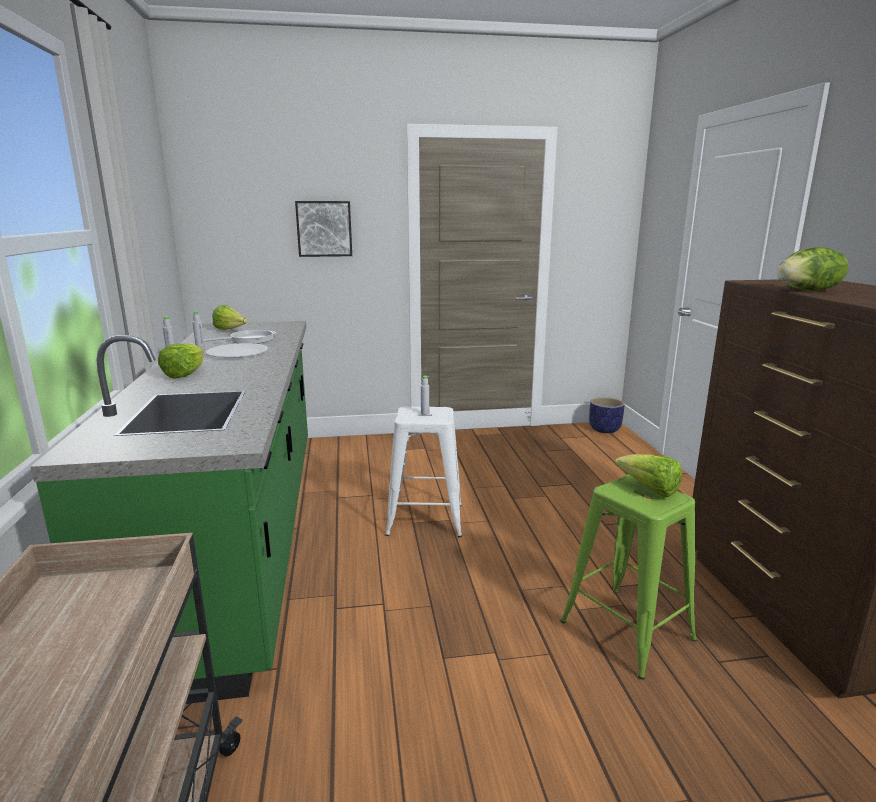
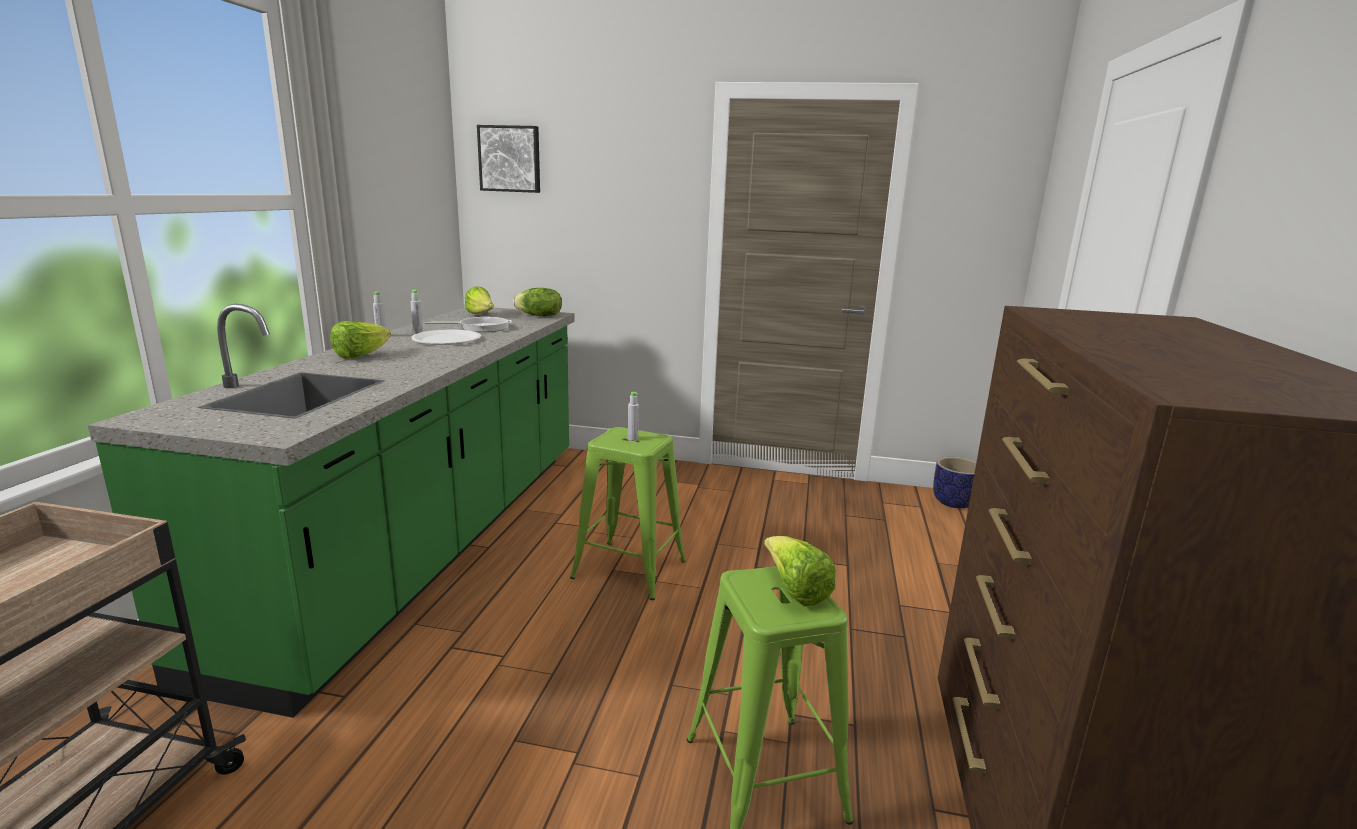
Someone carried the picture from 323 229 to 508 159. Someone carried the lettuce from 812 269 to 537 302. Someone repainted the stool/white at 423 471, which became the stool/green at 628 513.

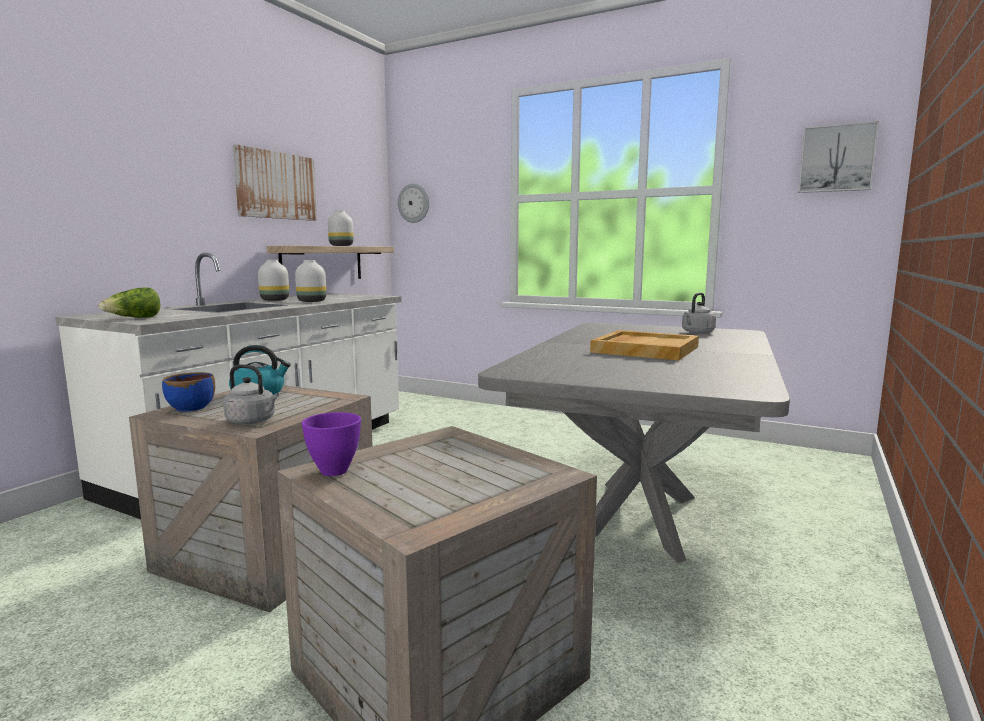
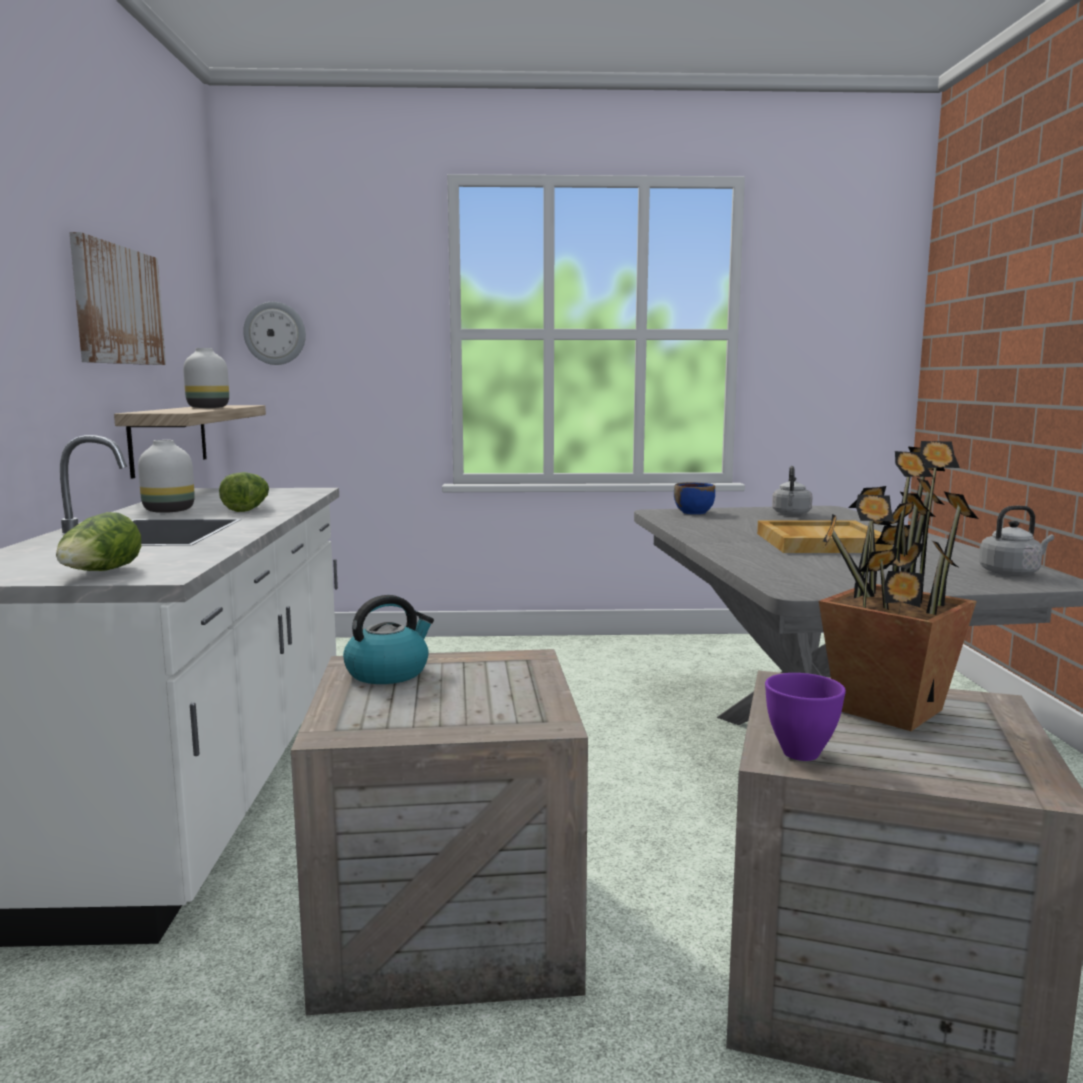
Someone swapped the vase/white at 310 281 for the lettuce at 244 492. Someone carried the bowl/blue from 188 392 to 694 498. Someone put down the potted plant at 898 586. Someone carried the kettle/grey from 251 394 to 1016 541. Someone took away the picture at 838 157.

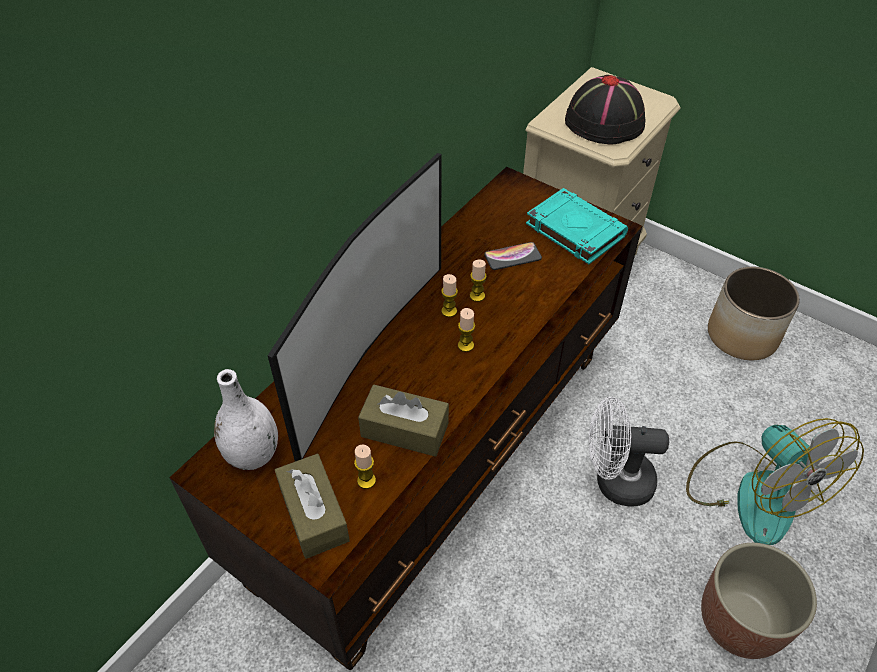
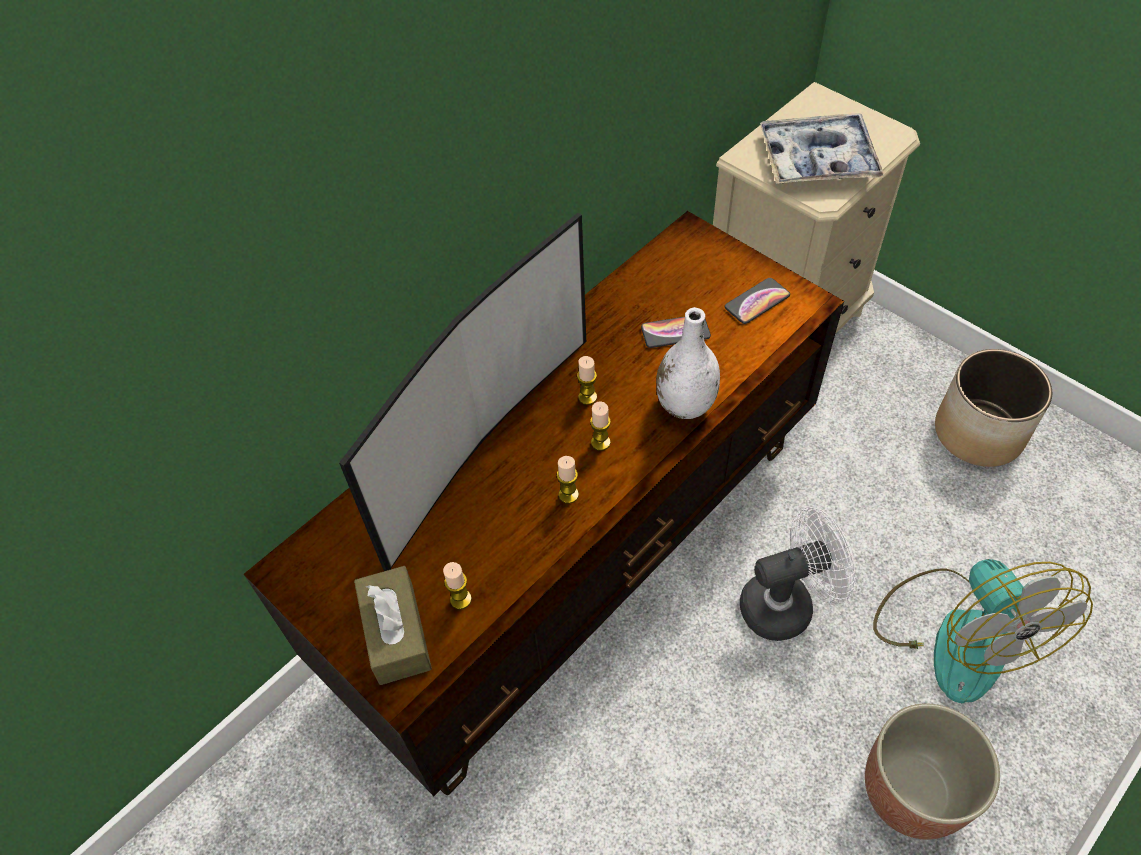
Someone carried the candle from 478 281 to 568 480. Someone carried the vase/white from 246 419 to 688 363. Someone swapped the book/turquoise at 577 226 for the phone at 757 301. Someone rotated the fan/white at 629 451 by 150 degrees clockwise. Someone swapped the hat/black at 605 109 for the tray at 822 148. Someone took away the tissue box/brown at 403 421.

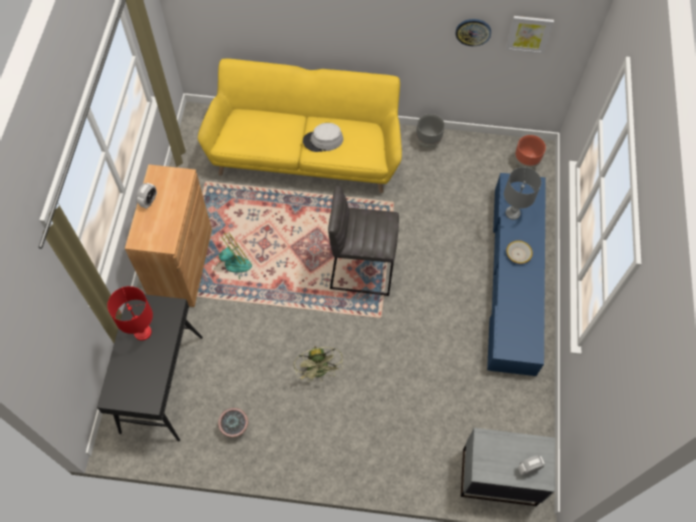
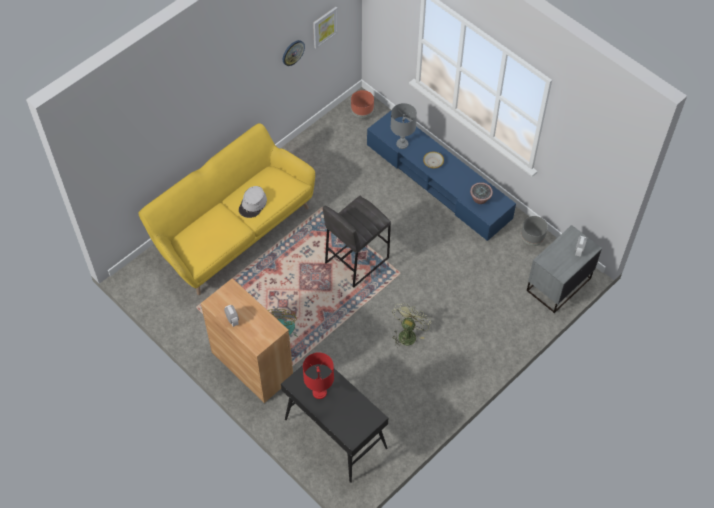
Someone rotated the fan/green at 318 364 by 90 degrees counterclockwise. Someone carried the potted plant from 233 422 to 481 193. Someone carried the planter/grey from 430 131 to 534 231.

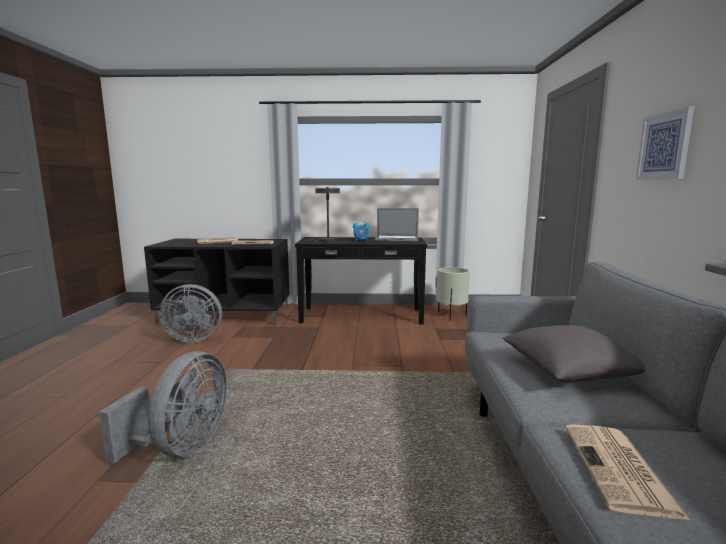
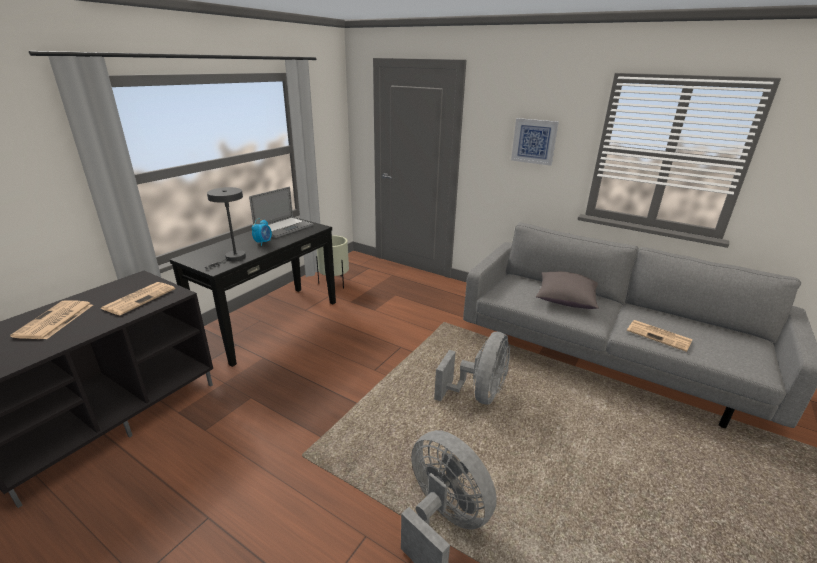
Someone carried the fan/grey from 190 313 to 472 368.

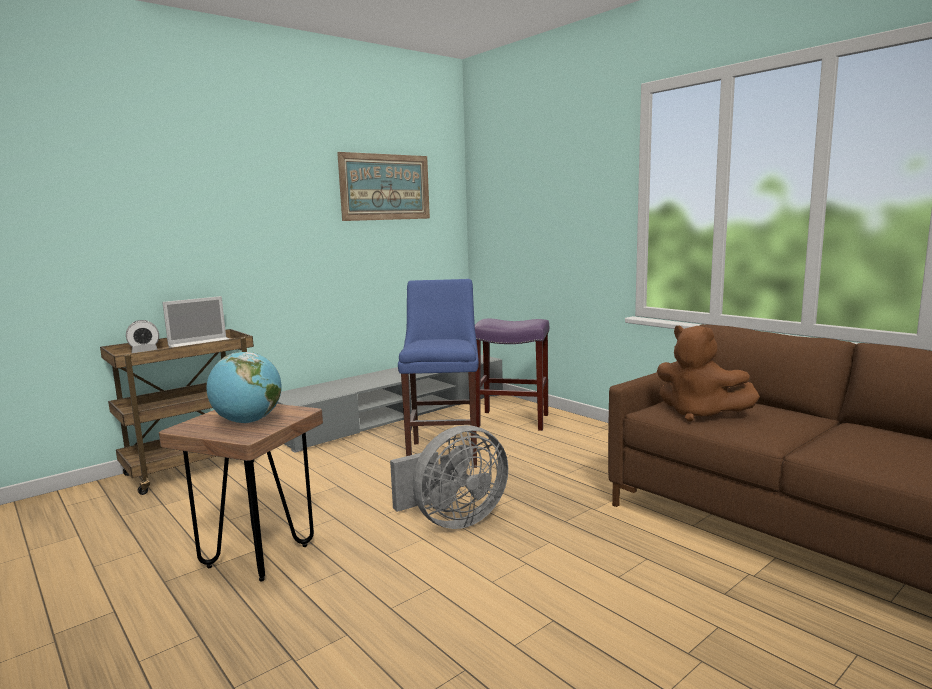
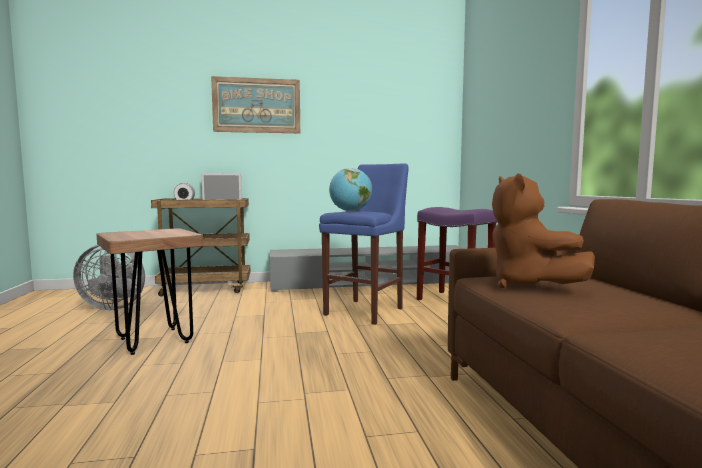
Someone carried the fan/grey from 449 477 to 109 277. Someone carried the picture from 383 186 to 255 104. Someone carried the globe from 244 387 to 350 190.

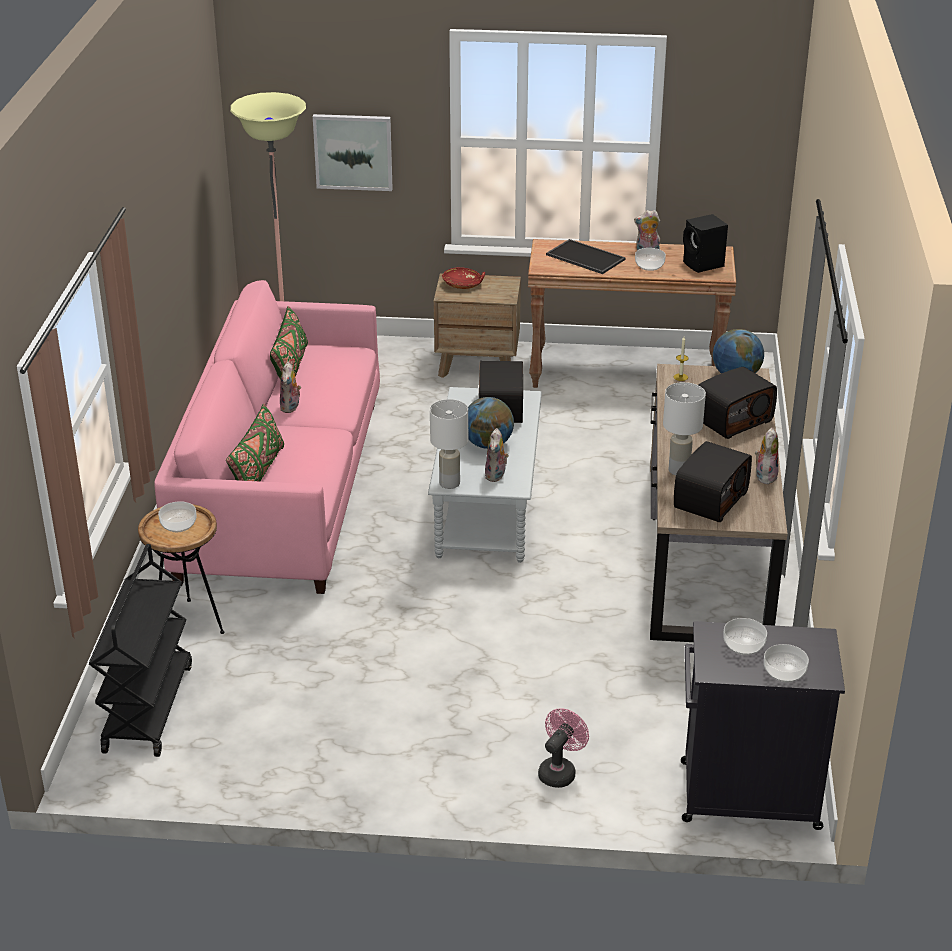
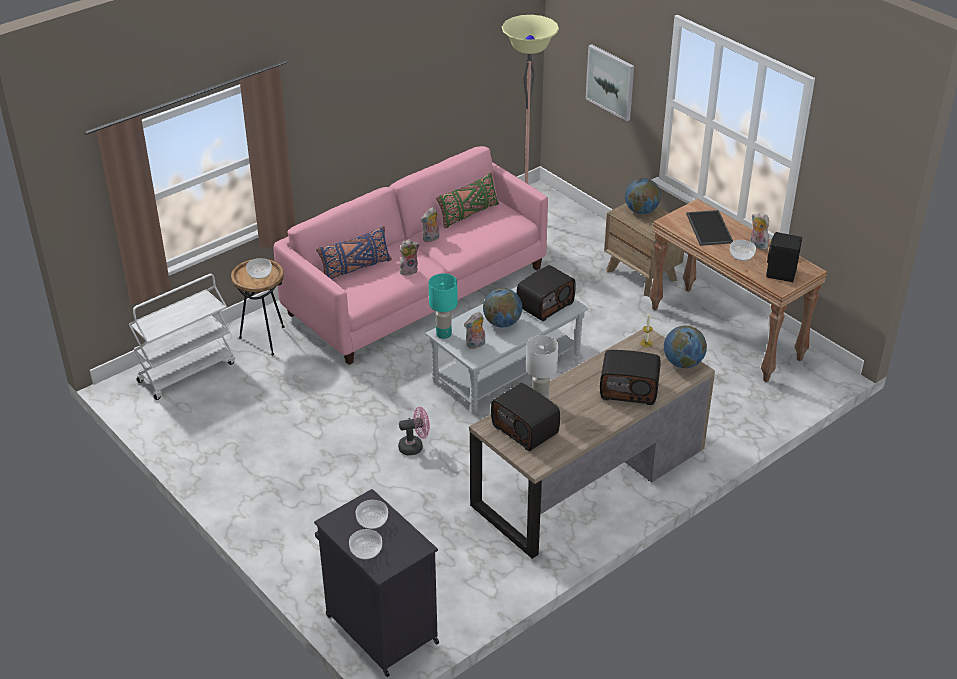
Someone repainted the cart/black at 140 650, which became the cart/white at 181 337. Someone repainted the pillow/green at 255 442, which became the pillow/blue at 354 252. Someone carried the fan/pink from 563 748 to 414 431. Someone carried the plush toy from 767 456 to 409 257. Someone repainted the table lamp/white at 449 444, which became the table lamp/turquoise at 443 306. Someone rotated the radio at 713 481 by 60 degrees clockwise. Someone swapped the bowl/red at 463 278 for the globe at 643 196.

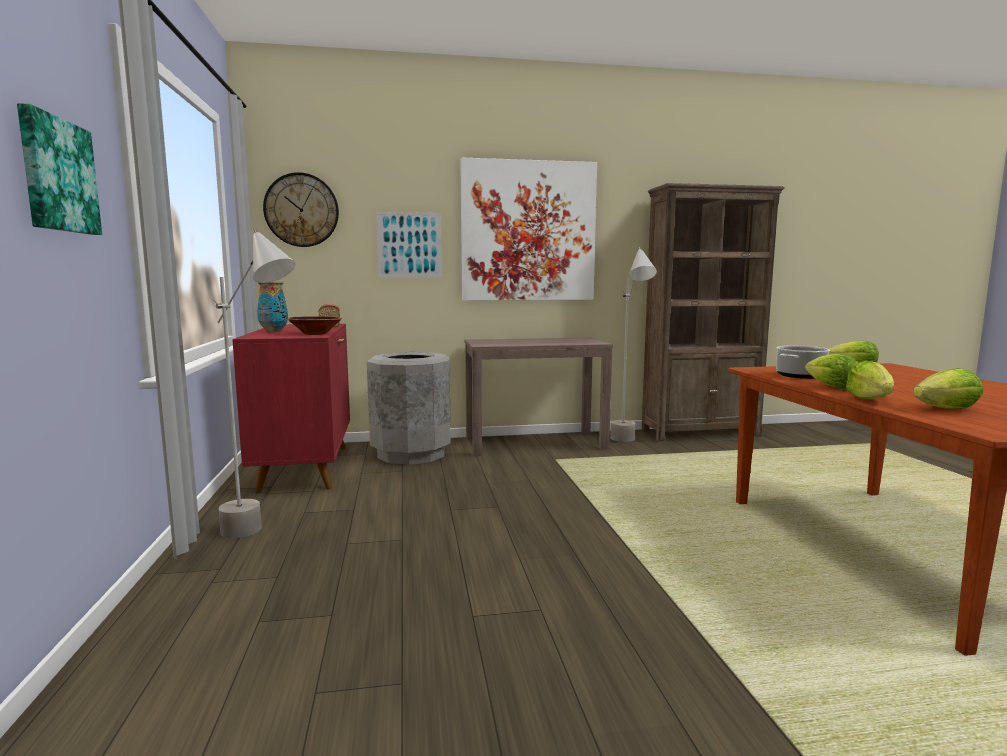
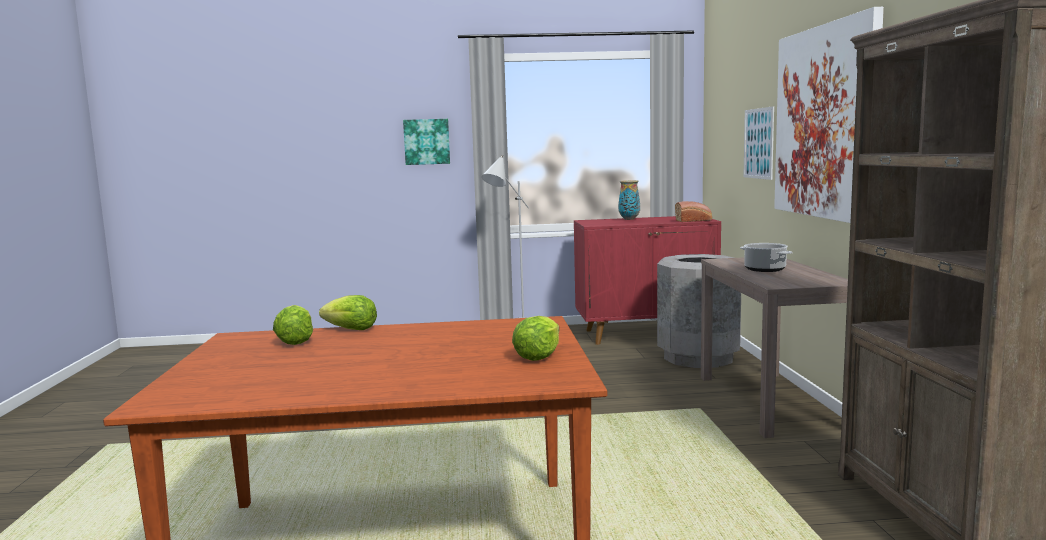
Someone carried the cooking pot from 803 362 to 766 257. Someone took away the wall clock at 301 209. Someone took away the bowl/brown at 314 325. Someone took away the floor lamp/grey at 633 344. Someone took away the lettuce at 831 371.

